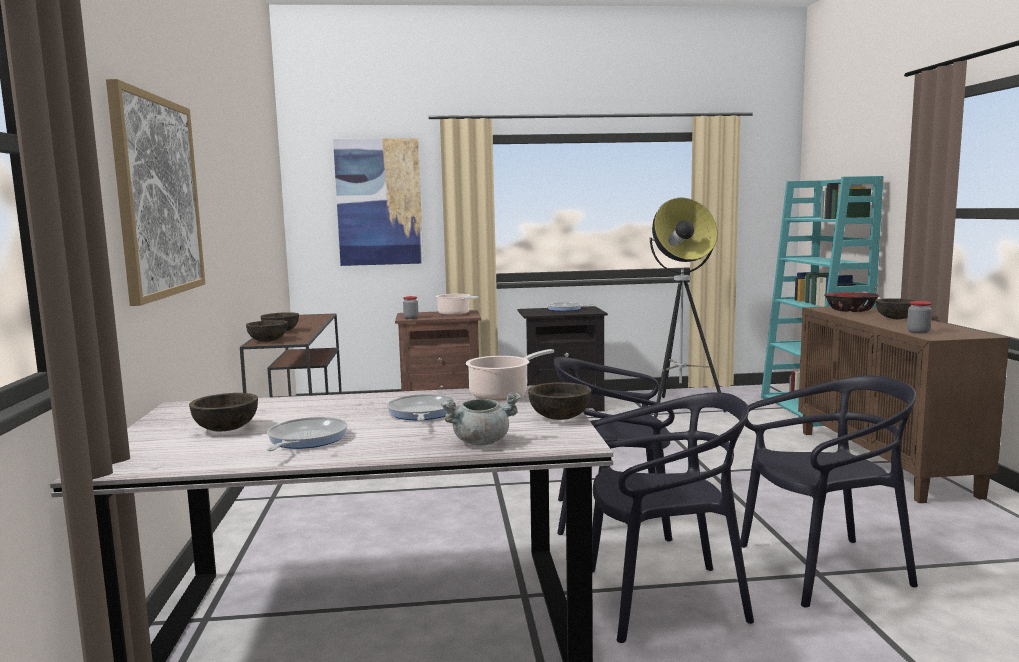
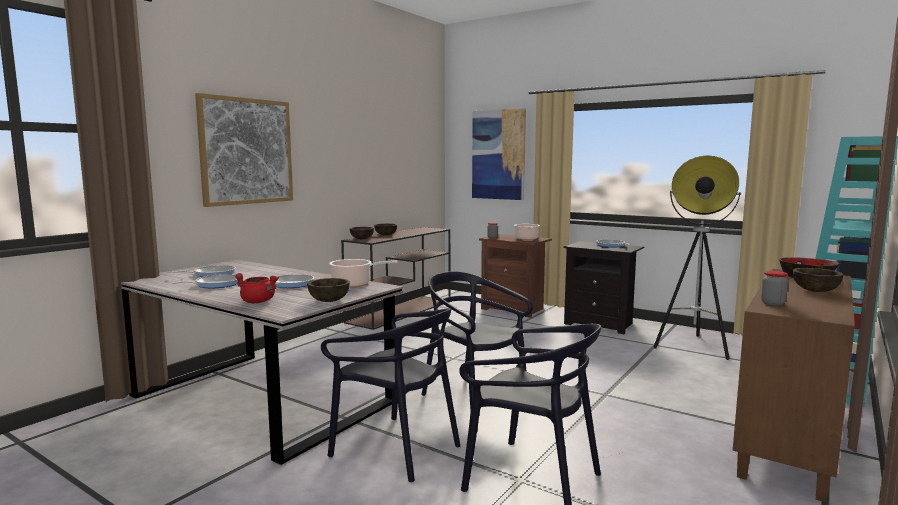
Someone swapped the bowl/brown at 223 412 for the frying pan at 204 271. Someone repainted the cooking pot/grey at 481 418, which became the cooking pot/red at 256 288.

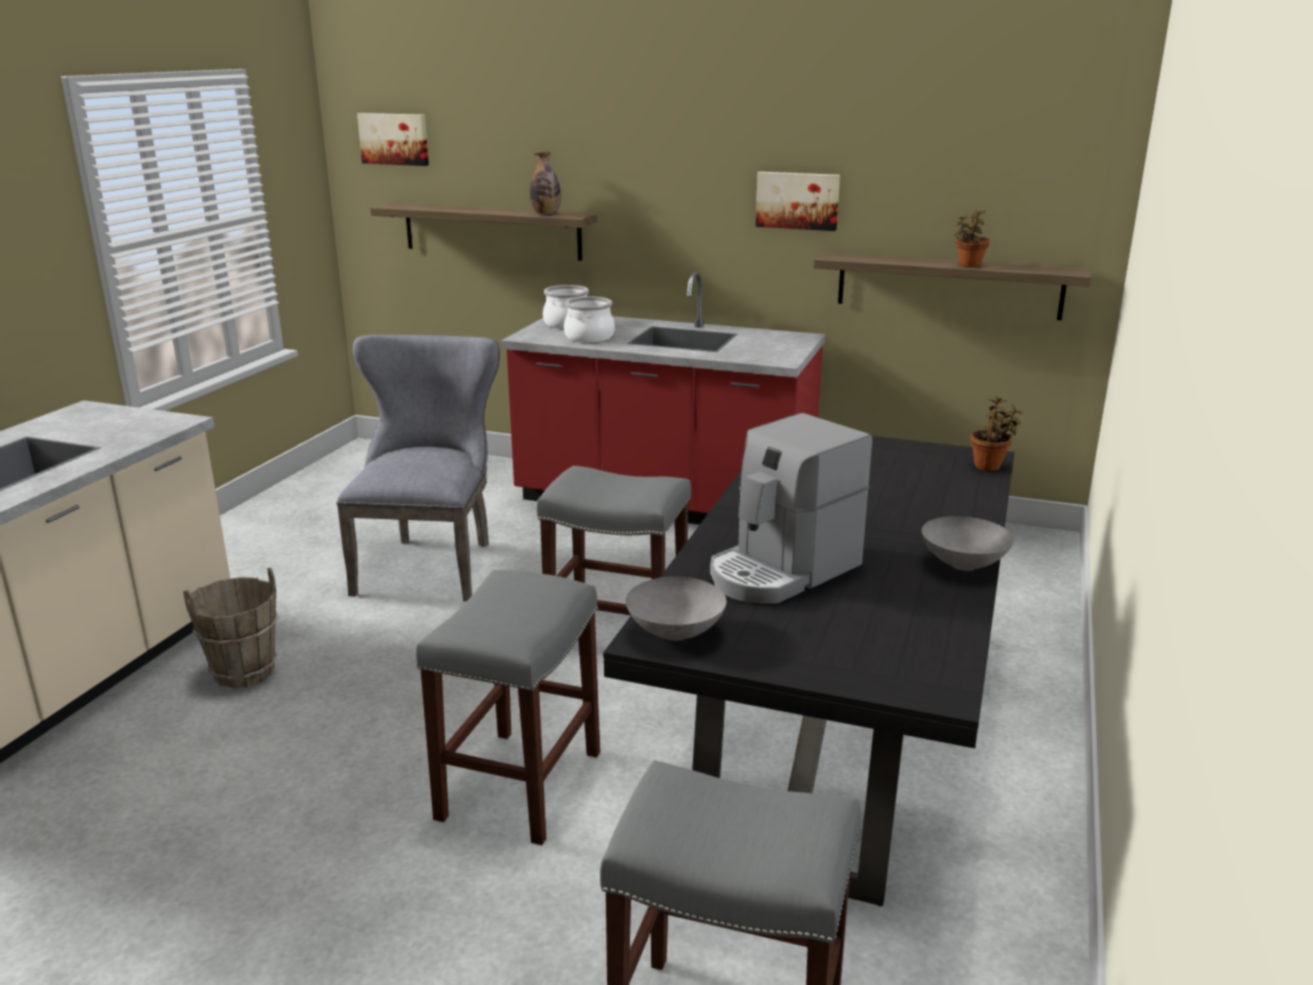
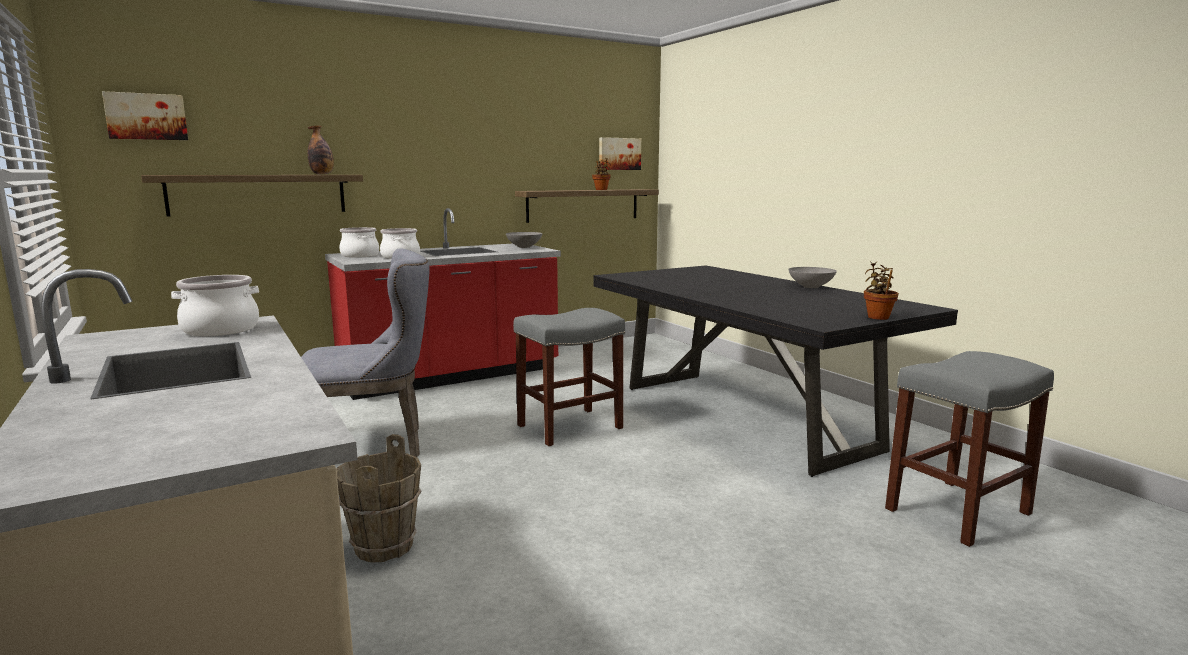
Someone put down the cooking pot at 215 305. Someone rotated the chair/grey at 418 468 by 120 degrees clockwise. Someone carried the bowl/grey from 676 609 to 524 240. Someone carried the picture from 798 201 to 620 153. Someone carried the potted plant from 996 433 to 881 291. Someone took away the stool/grey at 508 707. Someone took away the coffee machine at 791 508.

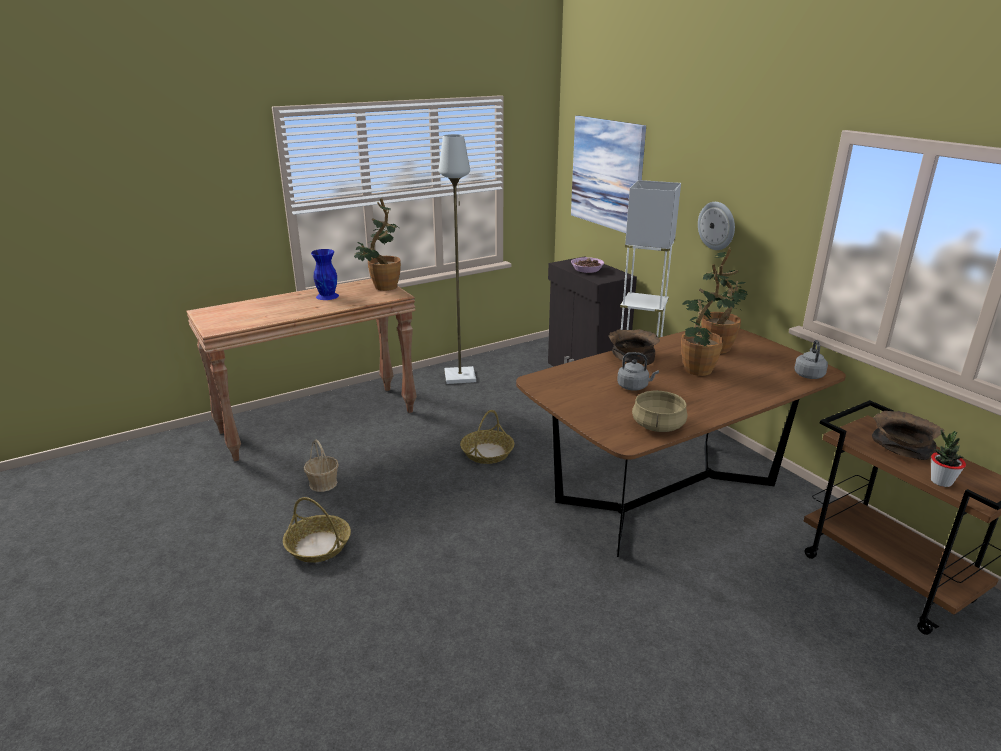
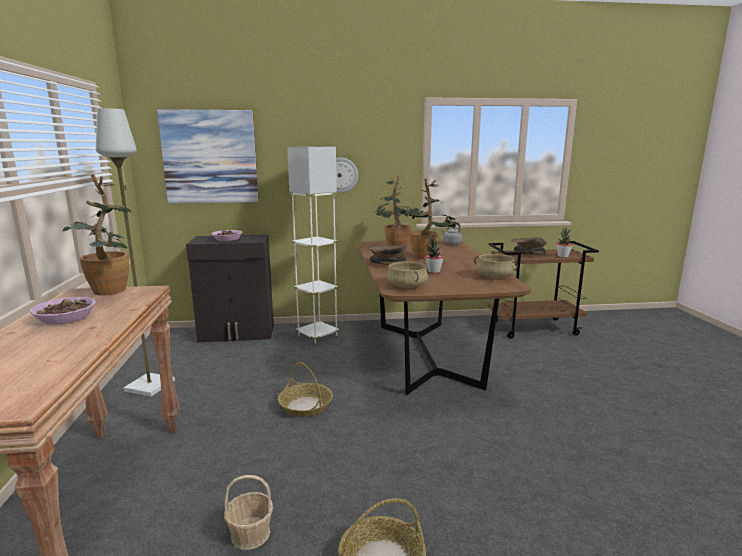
Someone swapped the vase/blue at 325 274 for the bowl at 63 311. Someone put down the cooking pot/beige at 407 274. Someone swapped the kettle/grey at 638 371 for the potted plant at 434 254.

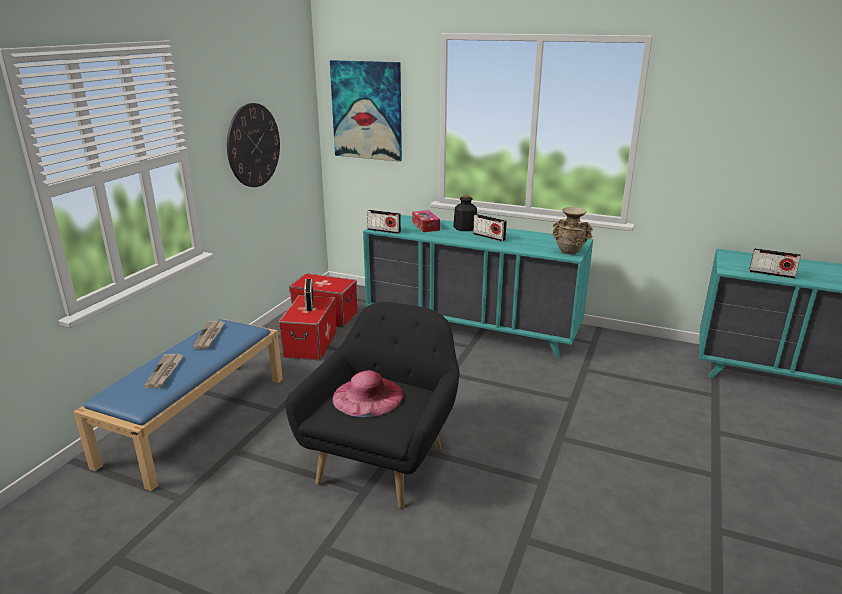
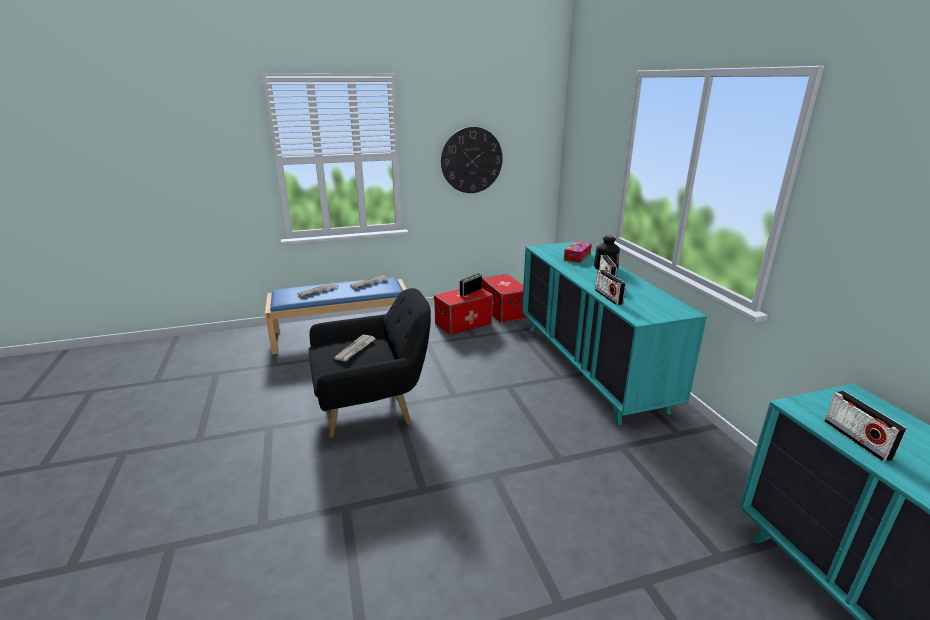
Someone swapped the hat/pink at 368 394 for the newspaper at 355 348. Someone carried the radio from 384 222 to 610 287. Someone took away the picture at 366 111. Someone took away the vase/beige at 572 230.

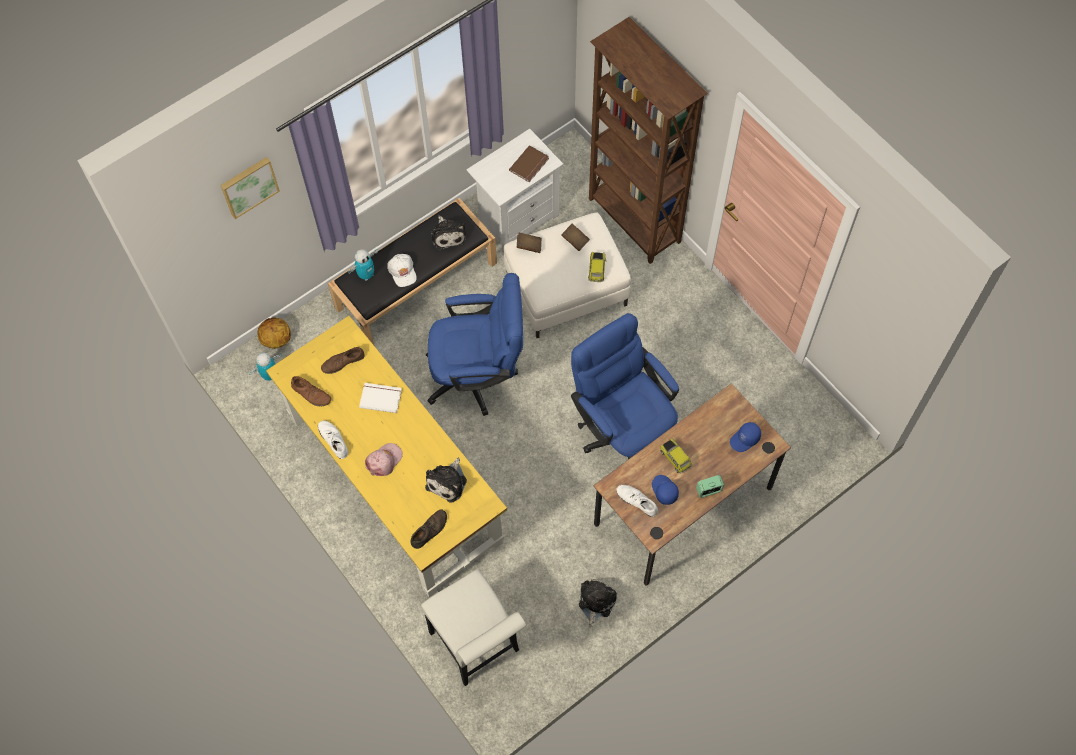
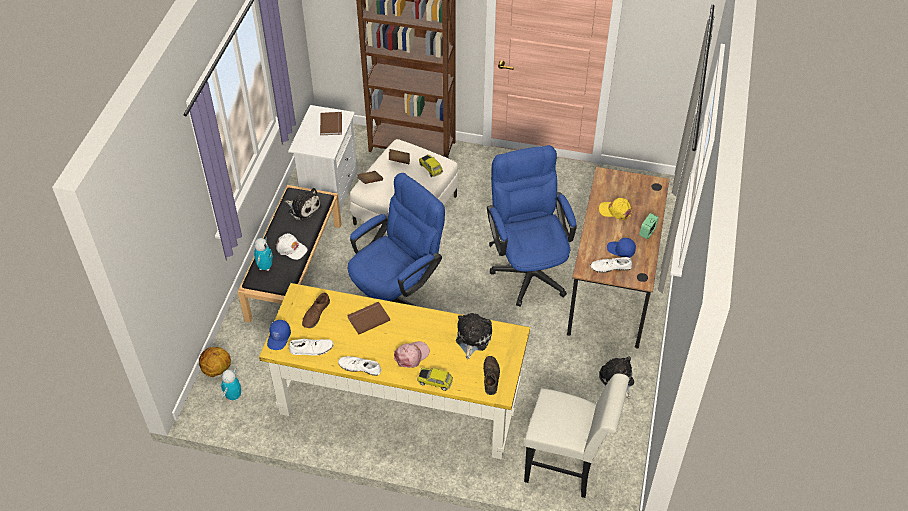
Someone carried the cap/blue from 745 437 to 279 335. Someone repainted the shoe/brown at 311 391, which became the shoe/white at 311 347. Someone repainted the book/white at 380 398, which became the book/brown at 368 318. Someone rotated the cap/pink at 384 459 by 45 degrees clockwise. Someone carried the toy car from 676 456 to 435 379. Someone rotated the plush toy at 446 480 by 150 degrees counterclockwise. Someone rotated the office chair/blue at 625 386 by 60 degrees clockwise. Someone put down the cap/yellow at 615 209. Someone took away the picture at 250 188.

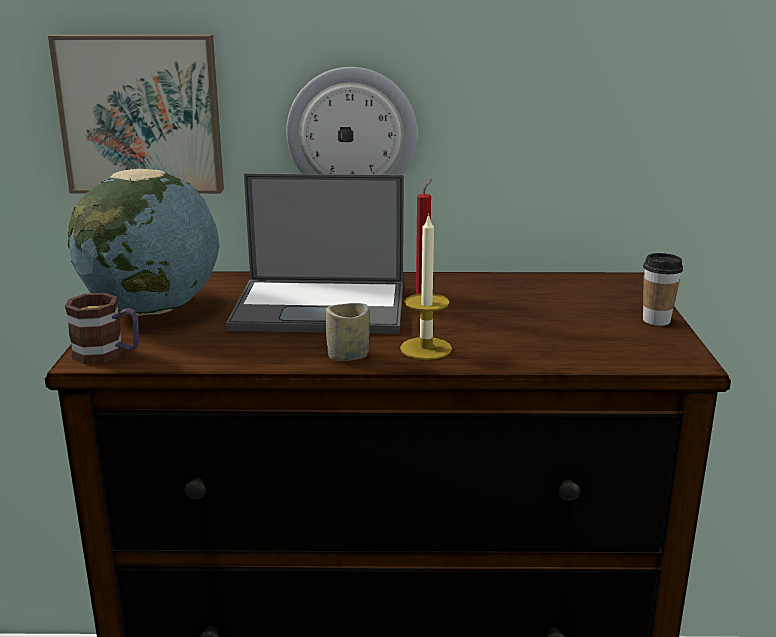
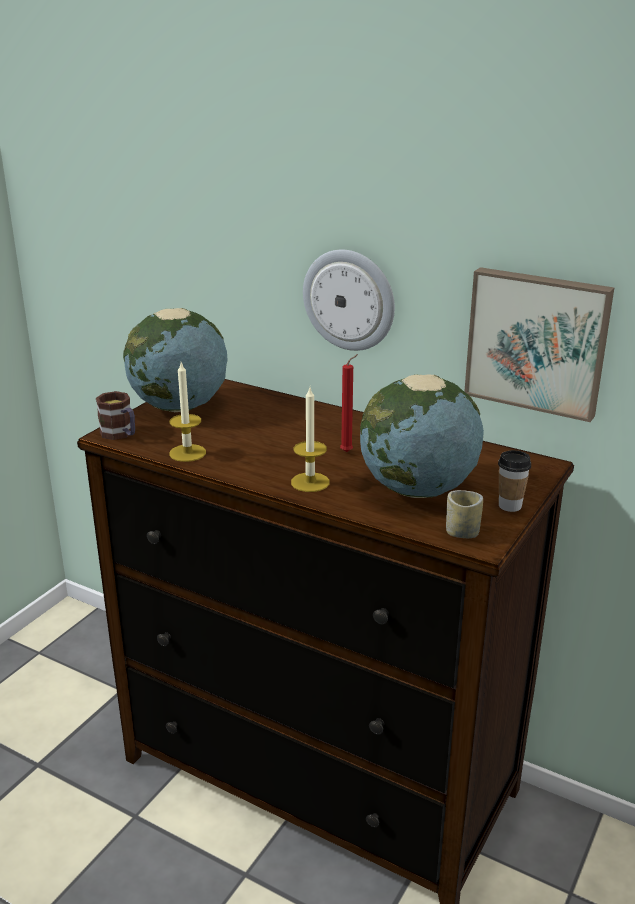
Someone put down the candle at 187 412. Someone put down the globe at 422 436. Someone carried the cup from 347 332 to 464 514. Someone carried the picture from 136 114 to 539 344. Someone took away the laptop at 315 253.

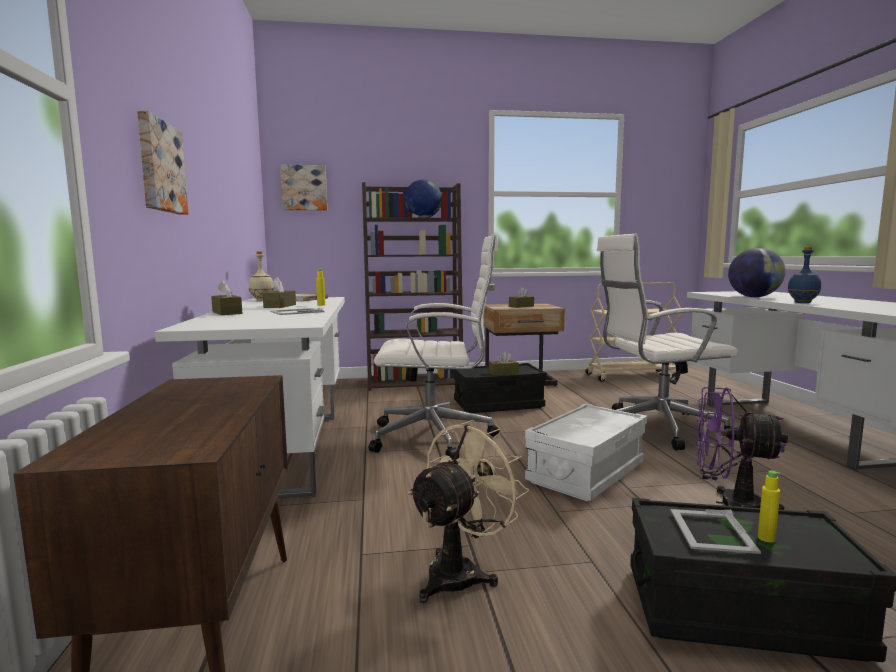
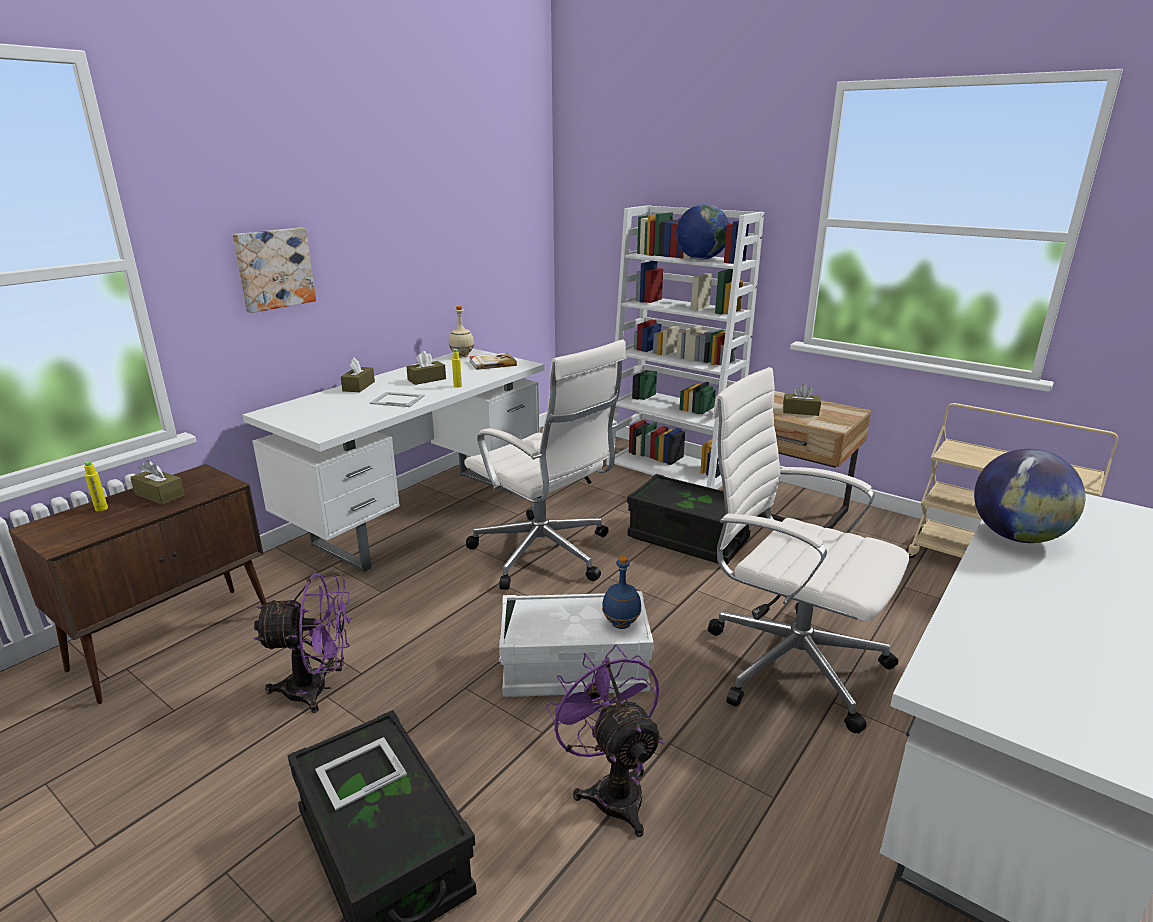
Someone carried the bottle/yellow from 769 506 to 96 486. Someone carried the tissue box/brown from 504 363 to 157 482. Someone repainted the fan/beige at 468 511, which became the fan/purple at 302 643. Someone carried the bottle/blue from 804 275 to 621 592. Someone repainted the bookcase/brown at 412 286, which became the bookcase/white at 685 347. Someone took away the picture at 303 187.

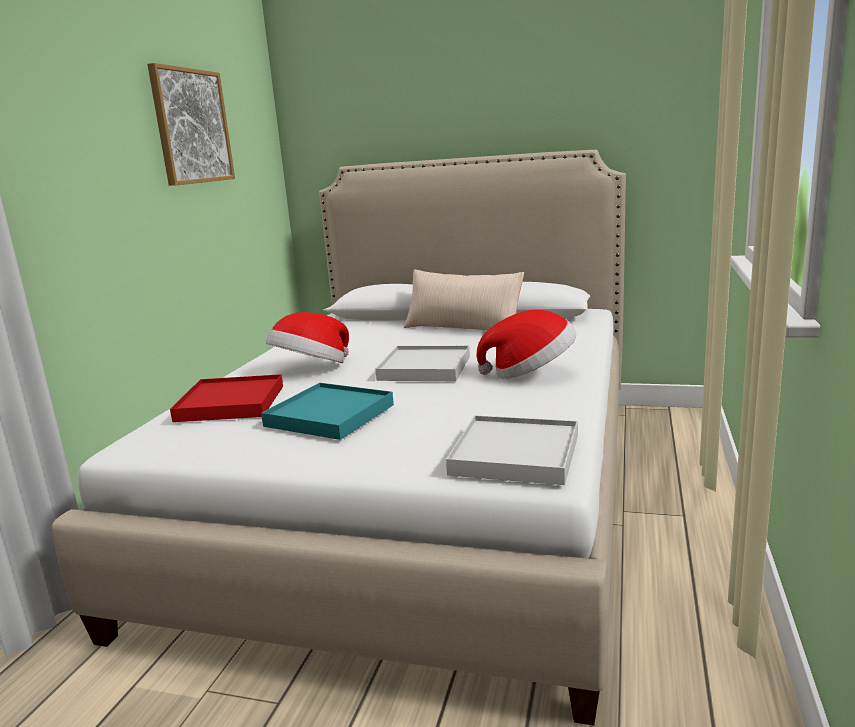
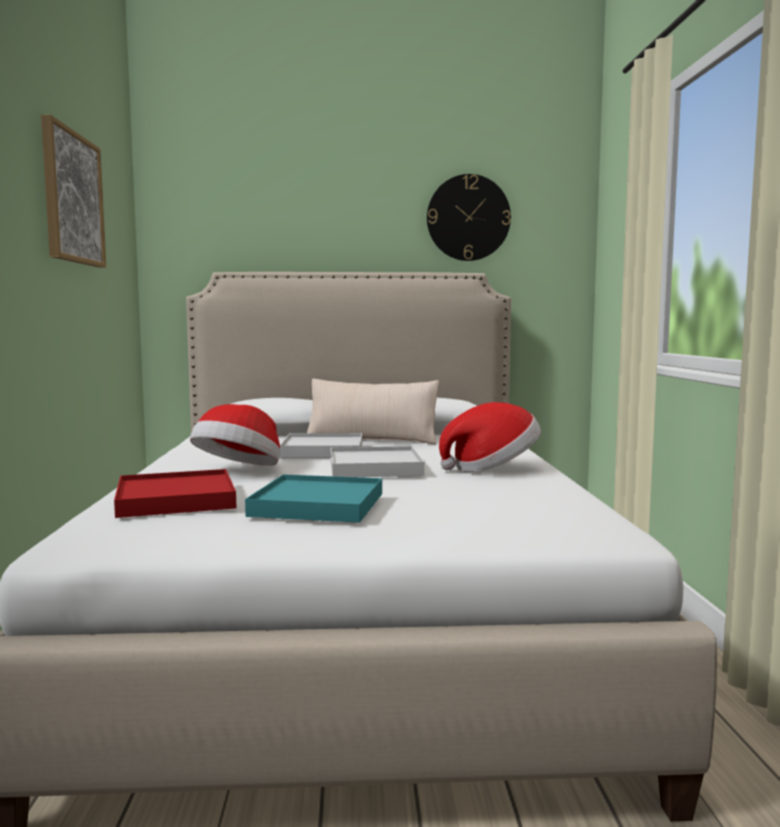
Someone carried the tray/white from 512 450 to 321 445. Someone put up the wall clock at 469 217.

